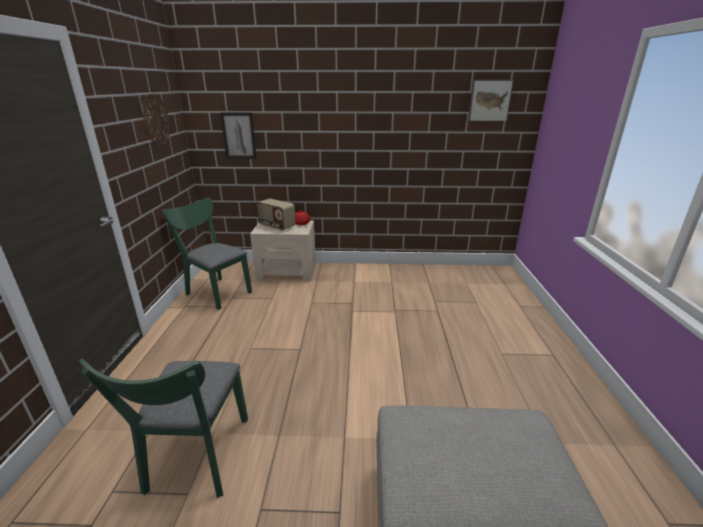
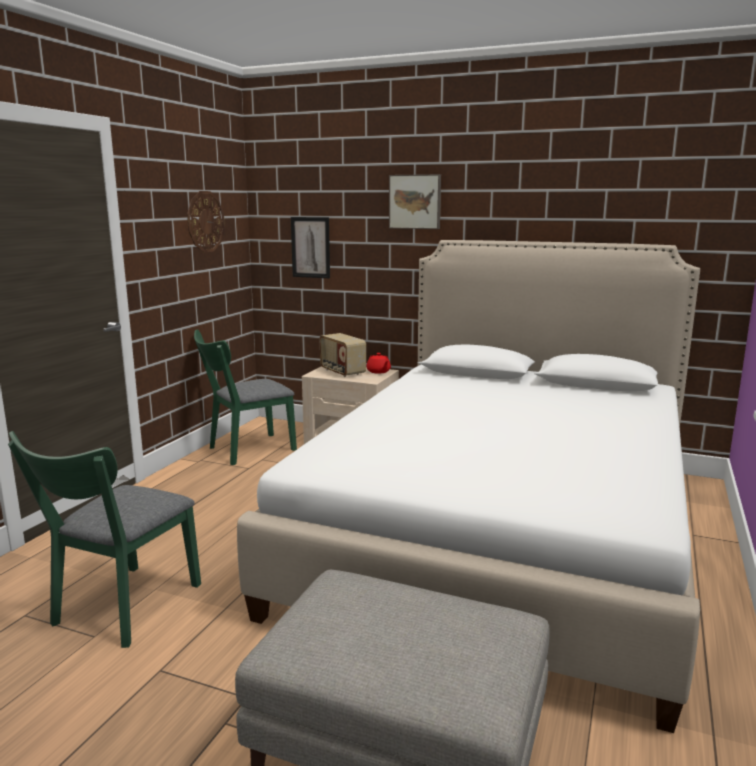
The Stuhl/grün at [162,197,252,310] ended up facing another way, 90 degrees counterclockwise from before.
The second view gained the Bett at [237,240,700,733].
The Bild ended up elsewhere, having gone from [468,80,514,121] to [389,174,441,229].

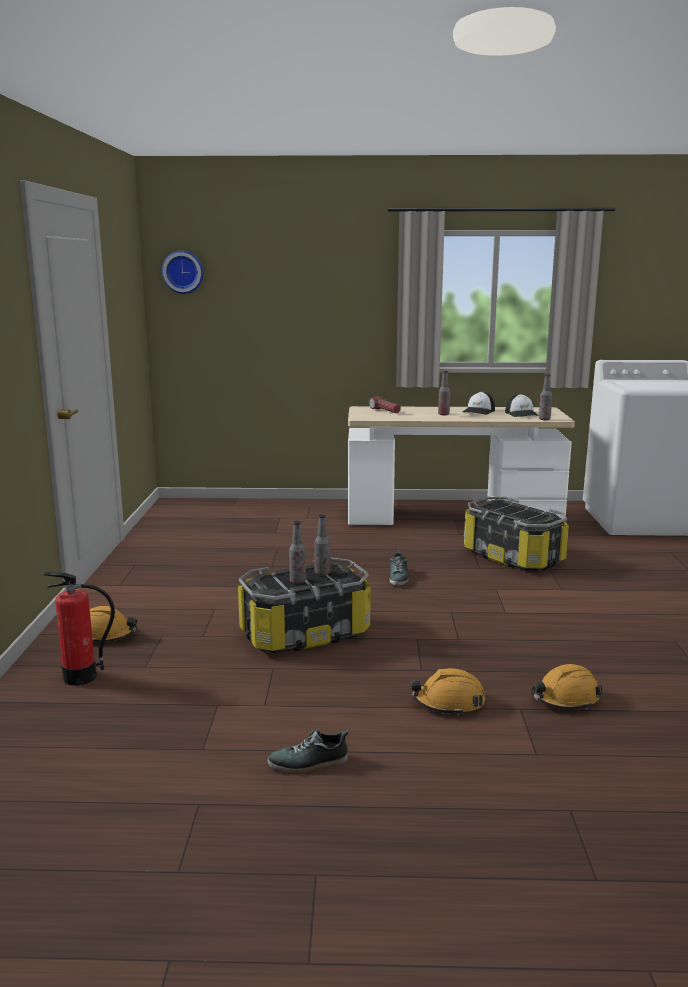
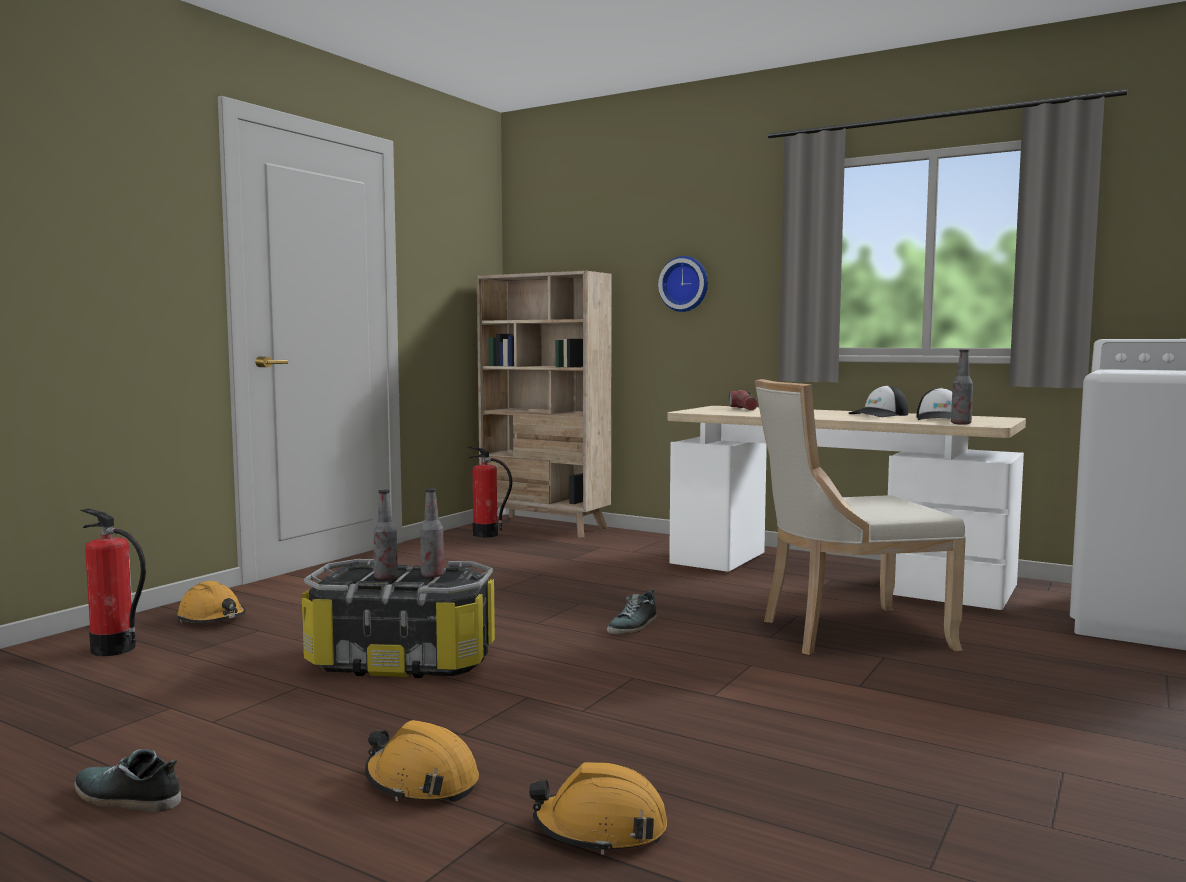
The second view gained the Feuerlöscher at [468,446,512,538].
The second view gained the Bücherregal/beige at [477,271,612,538].
The Wanduhr ended up elsewhere, having gone from [162,250,204,294] to [658,256,708,312].
Where the Aufbewahrungsbox stood at [464,496,569,571], the Stuhl/beige came to stand at [755,379,966,655].
The second view lost the Flasche at [438,371,450,415].

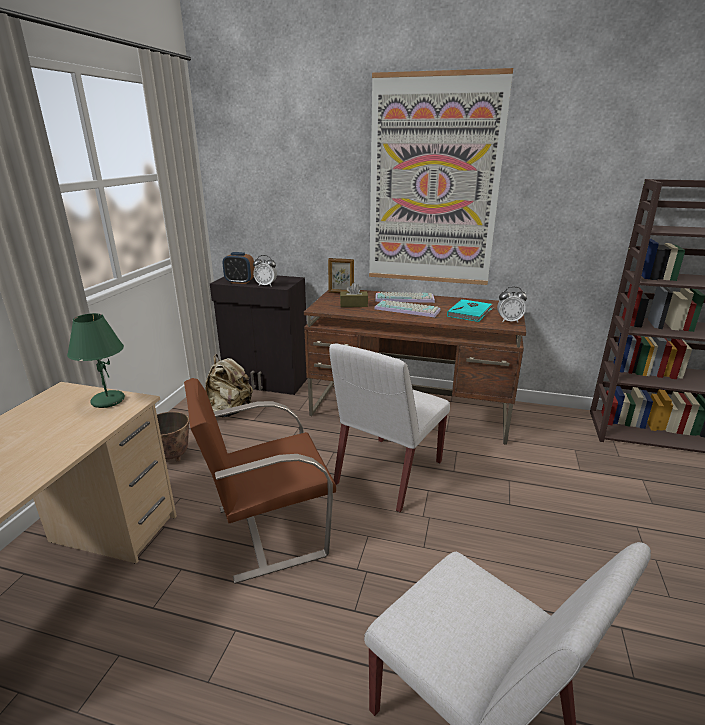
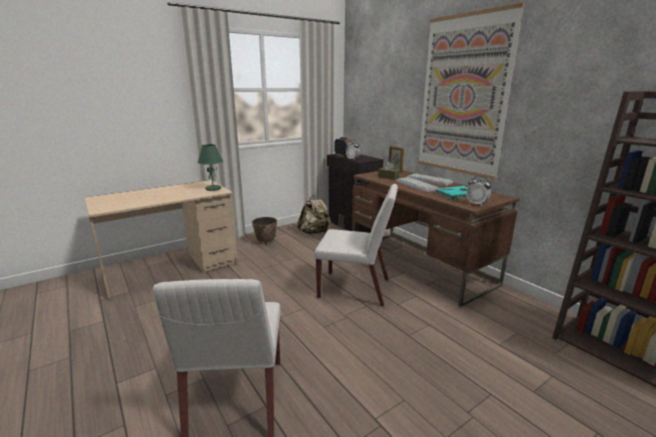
The Stuhl/weiß at [329,343,450,512] ended up facing another way, 150 degrees counterclockwise from before.
The second view lost the Stuhl/braun at [184,378,336,584].

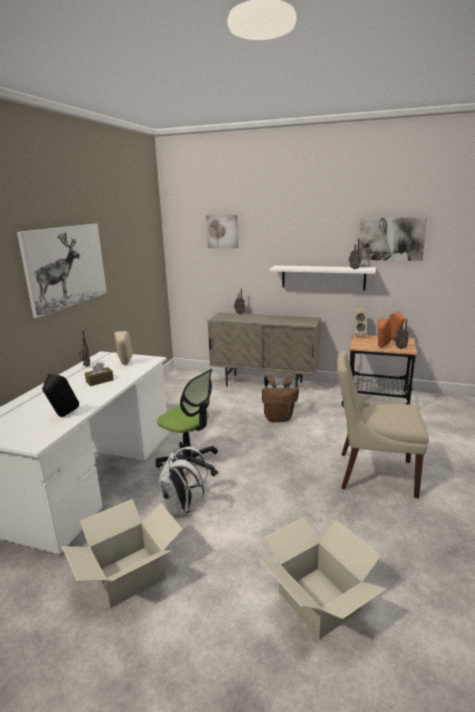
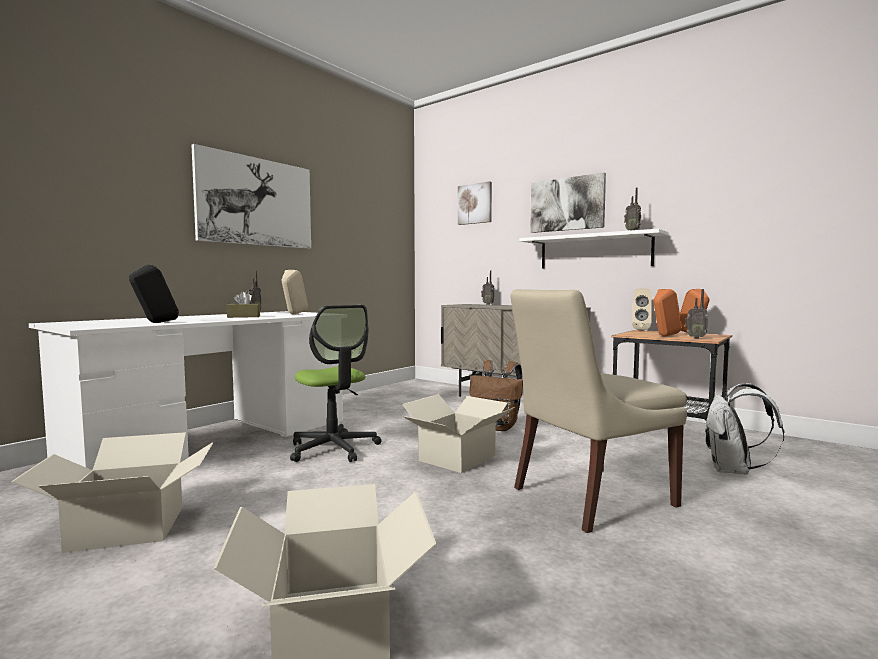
The second view gained the Karton at [402,394,515,473].
The Stuhl/beige at [336,351,429,498] ended up facing another way, 60 degrees counterclockwise from before.
The Bild ended up elsewhere, having gone from [359,217,428,261] to [530,172,606,233].
The Rucksack/weiß ended up elsewhere, having gone from [159,447,208,516] to [705,383,784,475].

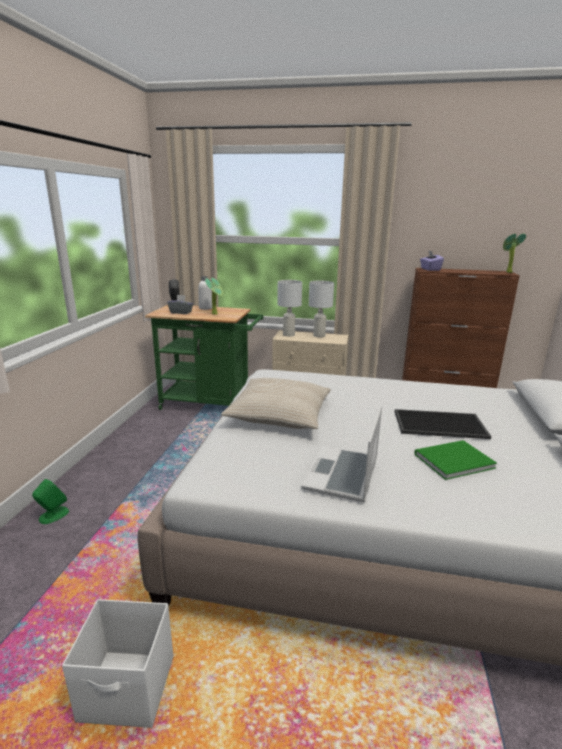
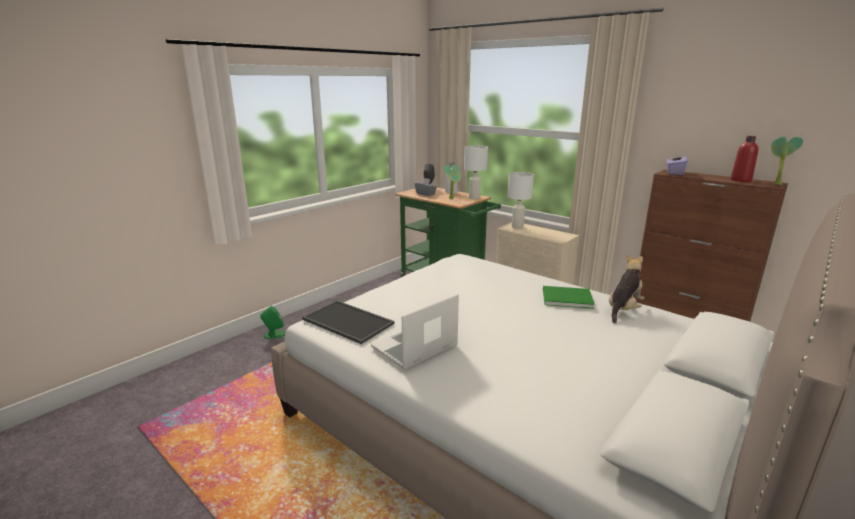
The Tablett ended up elsewhere, having gone from [395,409,492,439] to [302,300,395,344].
The Tischlampe/weiß ended up elsewhere, having gone from [309,280,334,337] to [464,145,488,199].
The Buch/grün ended up elsewhere, having gone from [415,440,497,480] to [543,286,595,309].
The second view gained the Plüschtier at [609,255,644,324].
The second view gained the Flasche/rot at [731,136,758,182].
The second view lost the Aufbewahrungsbox/weiß at [62,599,173,728].
The second view lost the Kissen/beige at [221,378,331,429].

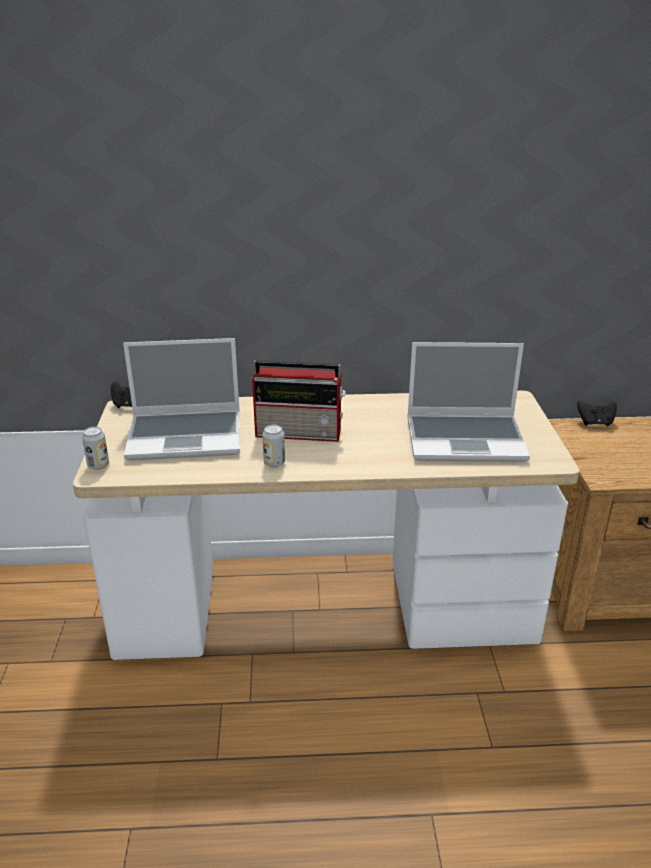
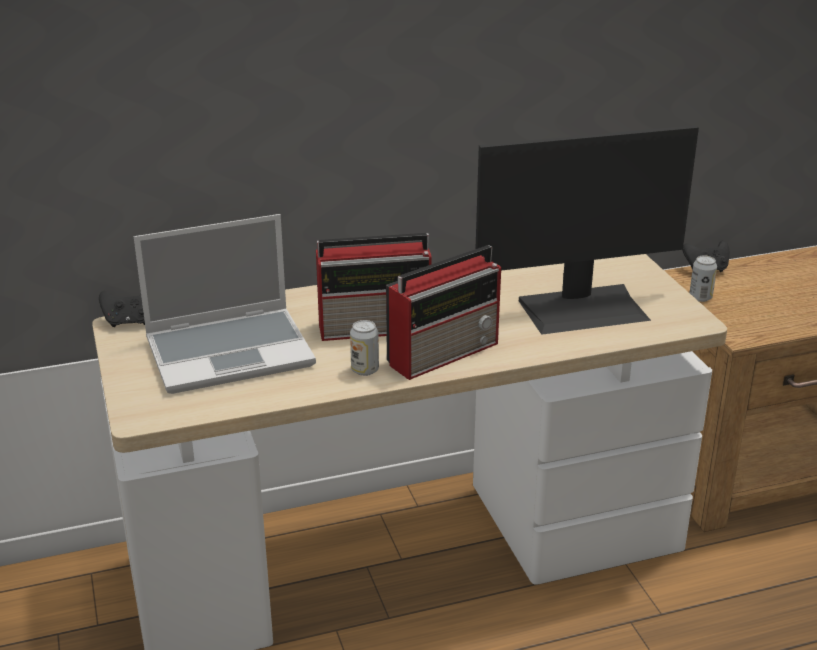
The second view gained the Radio at [386,245,501,380].
Where the Laptop stood at [407,342,530,462], the Monitor came to stand at [476,125,699,335].
The Dose ended up elsewhere, having gone from [82,427,109,470] to [690,256,717,302].

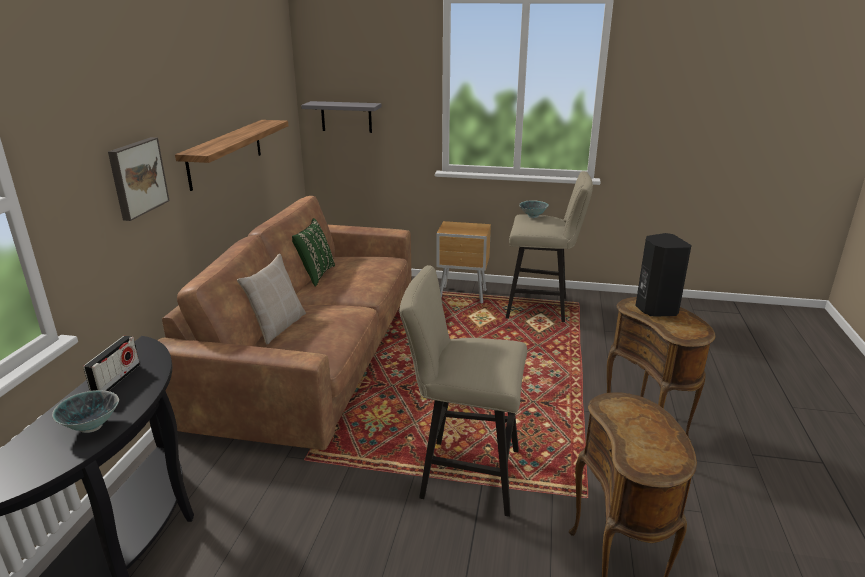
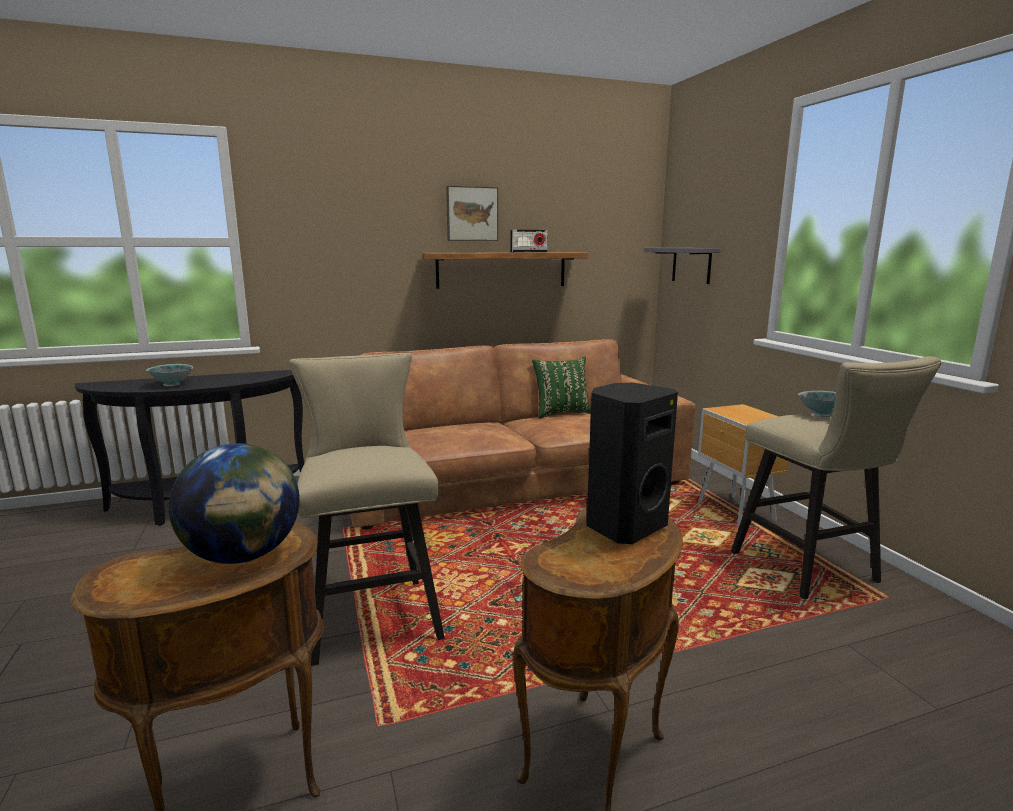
The second view gained the Globus at [169,443,300,564].
The Bild ended up elsewhere, having gone from [108,137,170,221] to [446,186,498,241].
The Radio ended up elsewhere, having gone from [83,336,140,391] to [510,230,548,252].
The second view lost the Kissen/beige at [237,254,306,344].

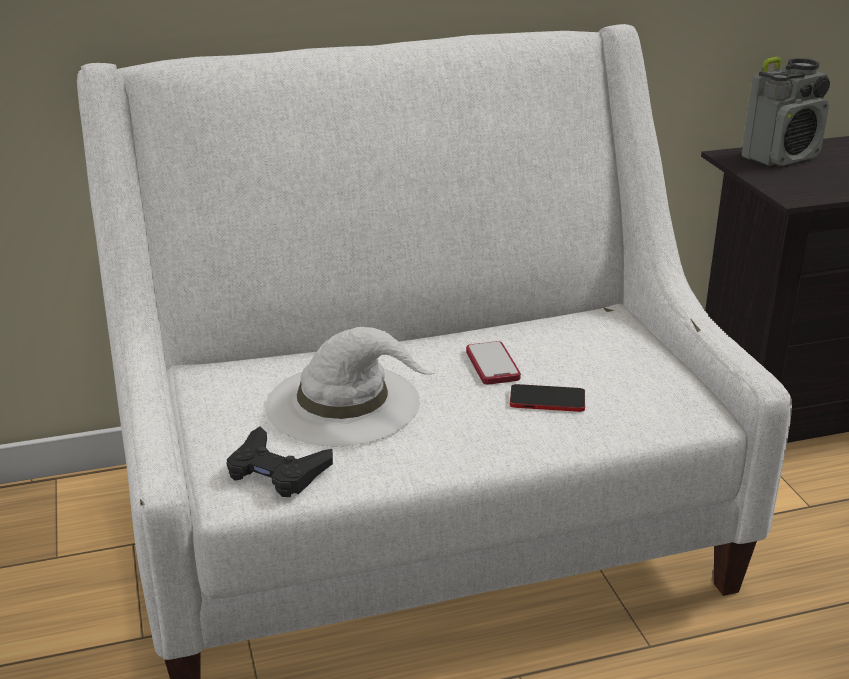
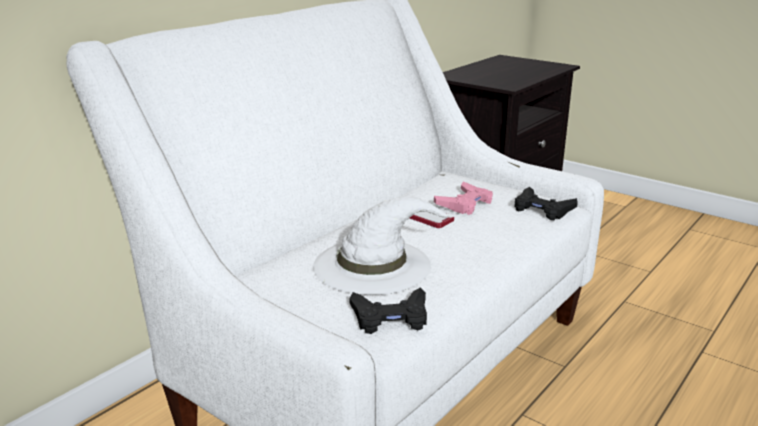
The second view gained the Gamepad/rosa at [434,182,493,215].
The second view gained the Gamepad/schwarz at [514,187,578,220].
The second view lost the Handy at [510,384,585,412].
The second view lost the Radio at [741,57,830,166].

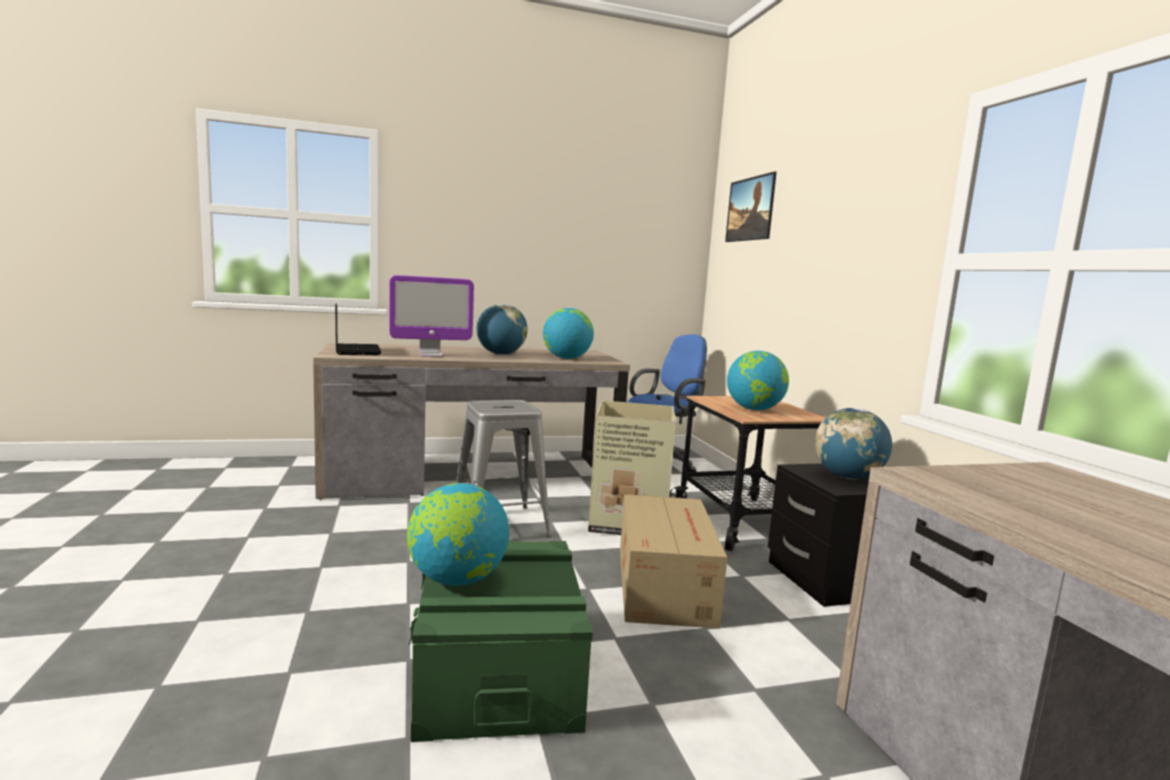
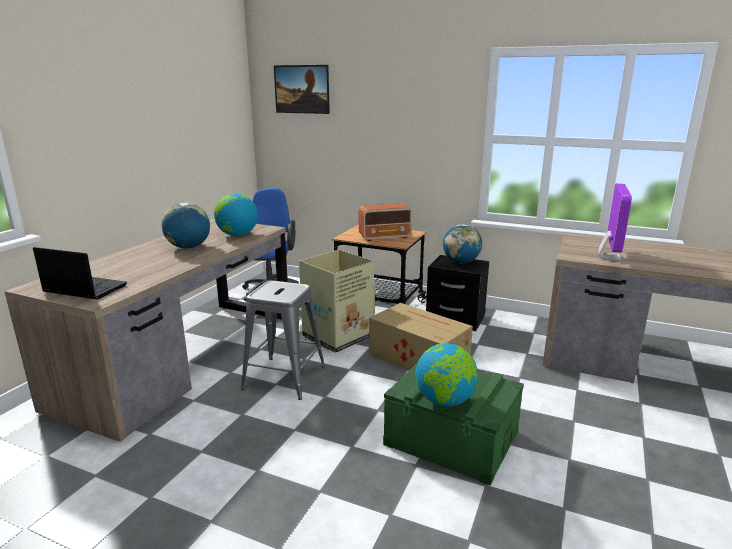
Where the Globus stood at [727,351,789,410], the Radio came to stand at [359,204,412,241].
The Monitor ended up elsewhere, having gone from [389,275,474,357] to [598,183,632,261].

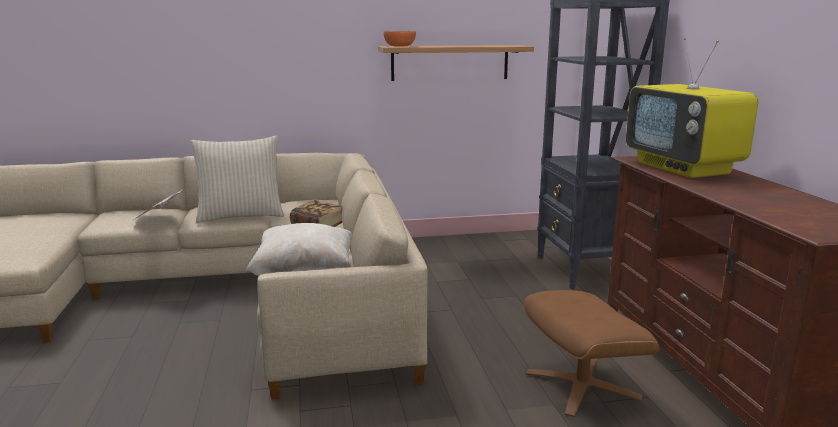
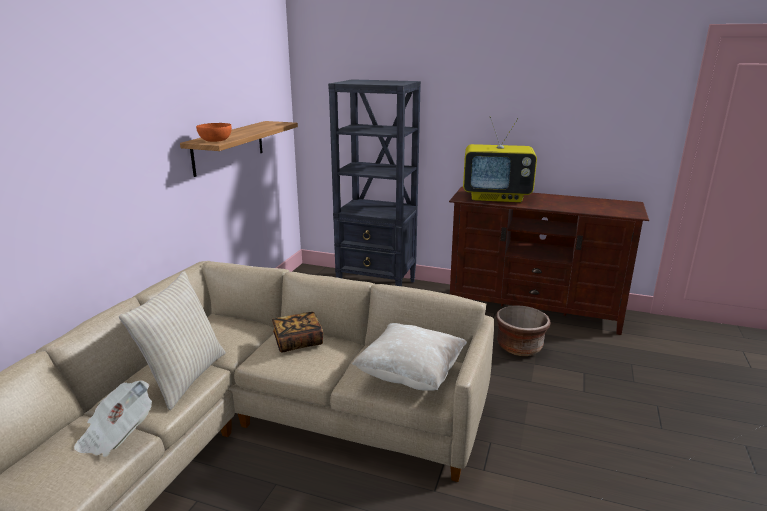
Where the Polsterhocker/braun stood at [524,290,660,417], the Pflanzkübel/braun came to stand at [496,305,551,356].

